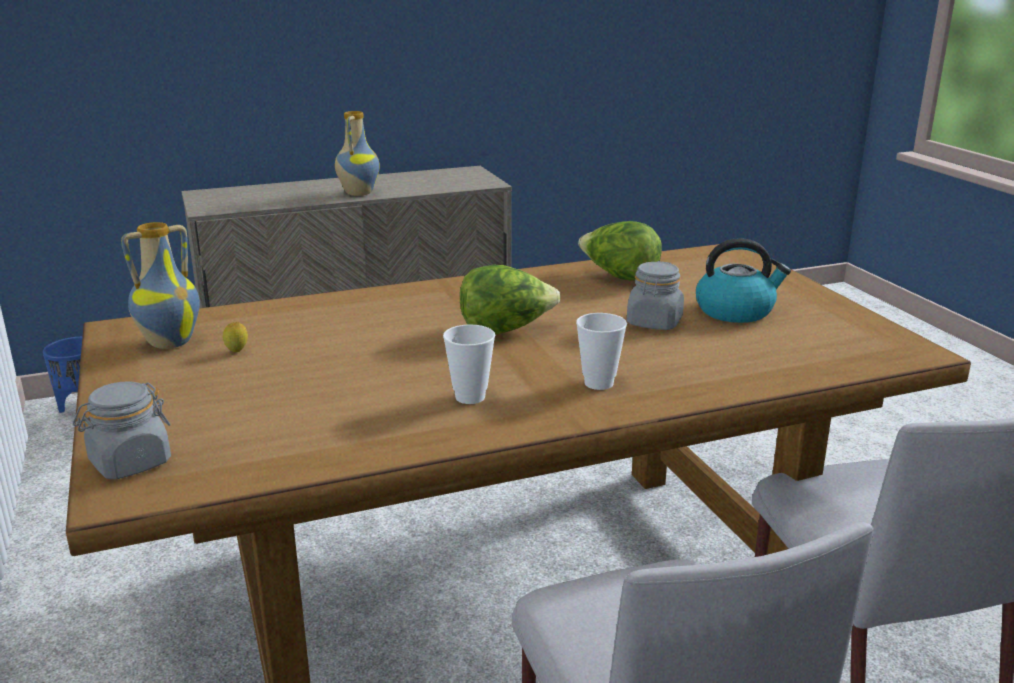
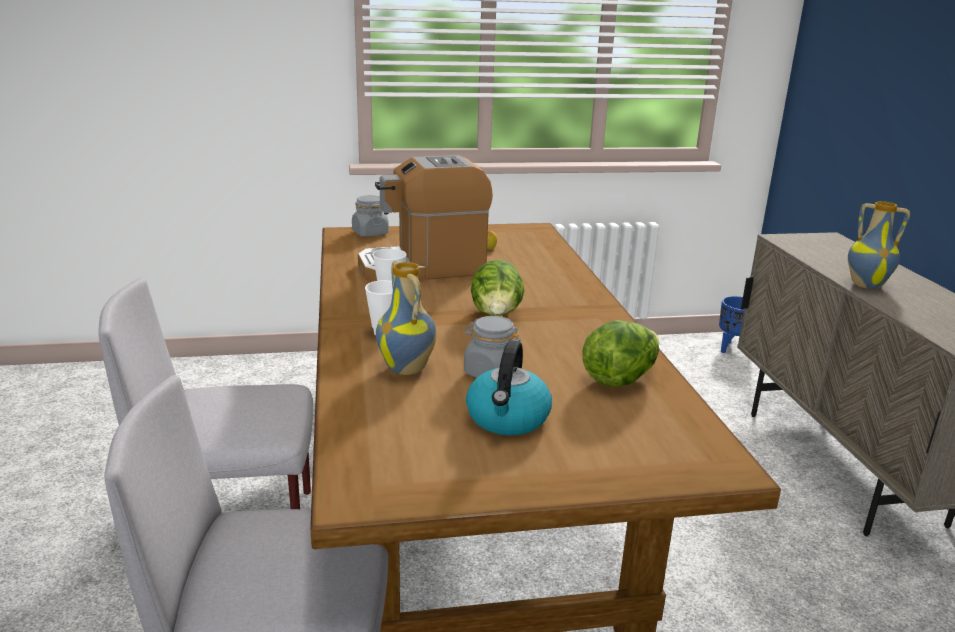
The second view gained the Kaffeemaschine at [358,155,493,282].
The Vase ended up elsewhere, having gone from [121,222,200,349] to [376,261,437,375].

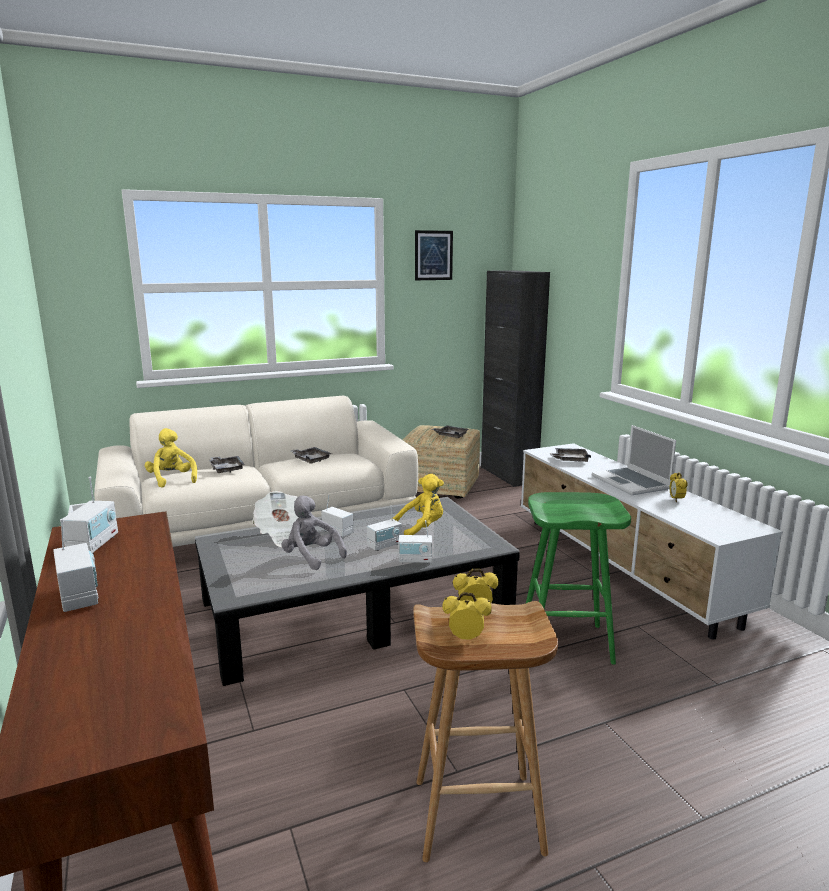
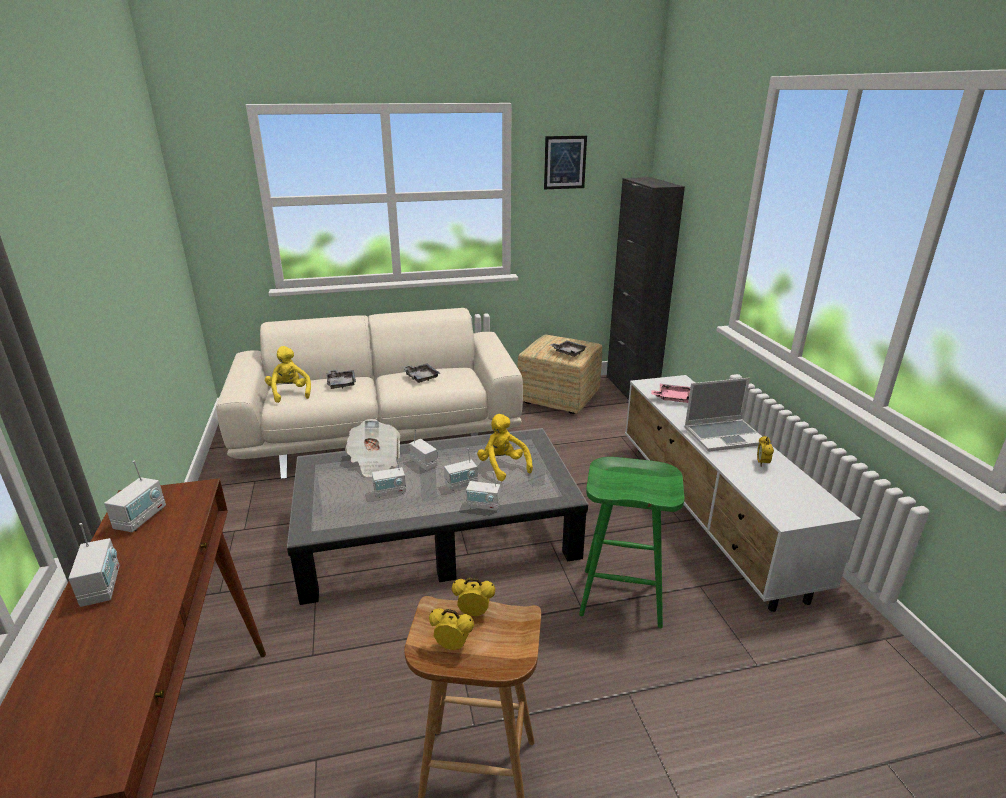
Where the Plüschtier/grau stood at [281,496,347,570], the Radio came to stand at [372,456,406,498].
The Plüschtier/gelb at [393,474,444,535] ended up facing another way, 105 degrees counterclockwise from before.
What was the Tablett/grau at [550,448,591,462] turned into the Tablett/rosa at [651,384,690,403].
The Laptop at [592,425,676,495] ended up facing another way, 90 degrees counterclockwise from before.

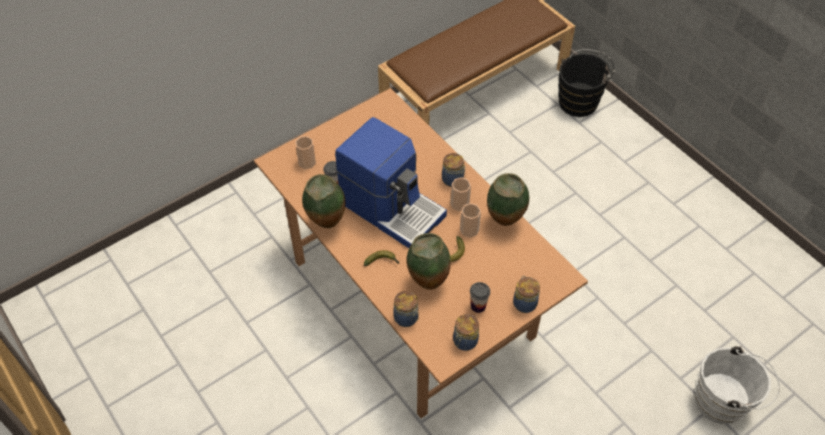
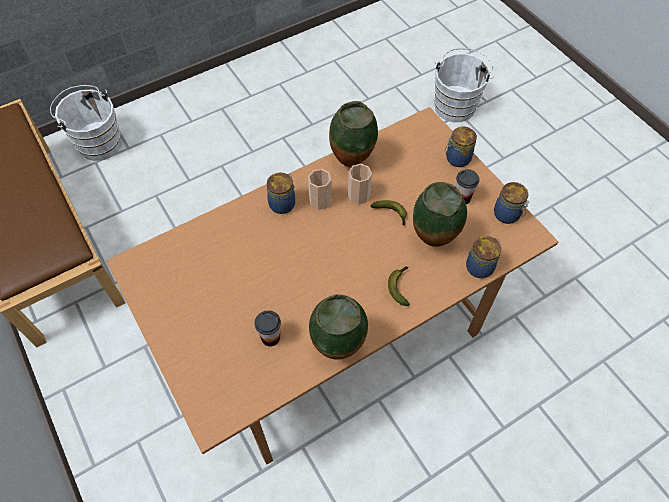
What was the Eimer/schwarz at [559,49,615,117] turned into the Eimer/weiß at [50,85,122,161].
The second view lost the Tasse at [295,136,316,169].
The second view lost the Kaffeemaschine at [335,117,447,248].

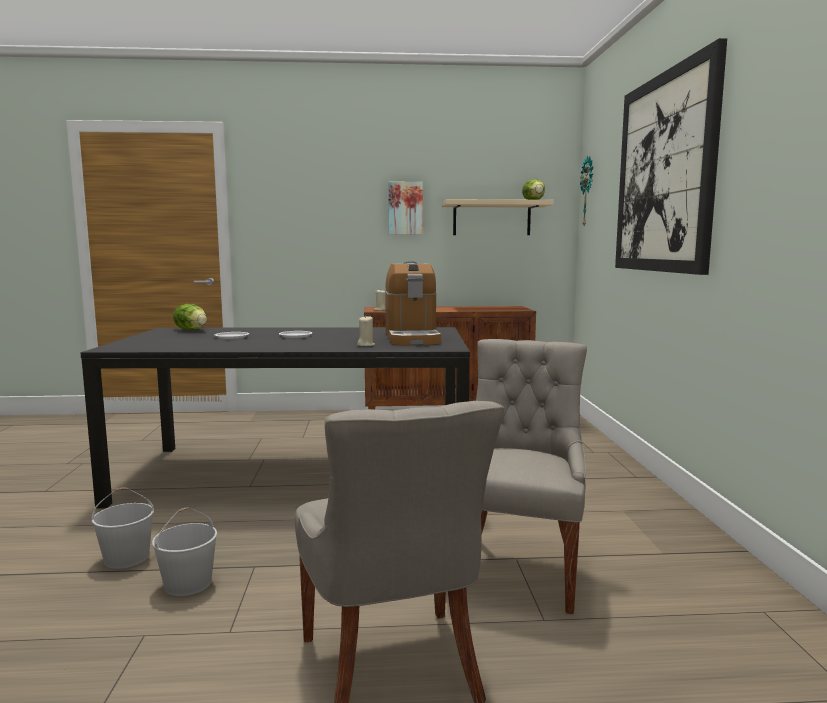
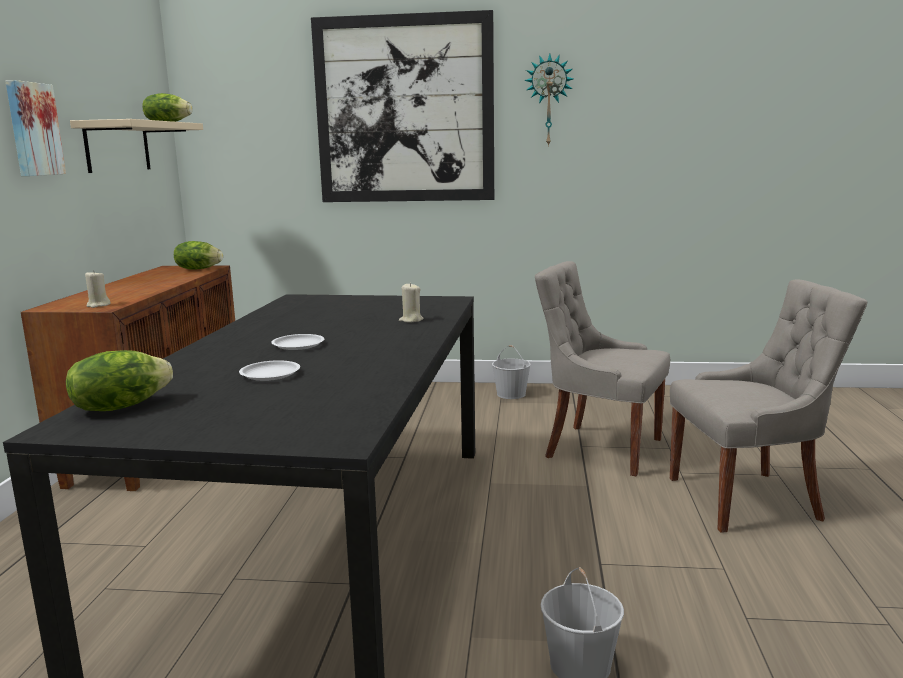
The second view gained the Salatkopf at [174,241,223,270].
The Eimer/weiß ended up elsewhere, having gone from [152,507,217,596] to [492,345,531,399].
The Wanduhr ended up elsewhere, having gone from [580,156,593,226] to [524,54,574,147].
The second view lost the Kaffeemaschine at [385,261,441,345].

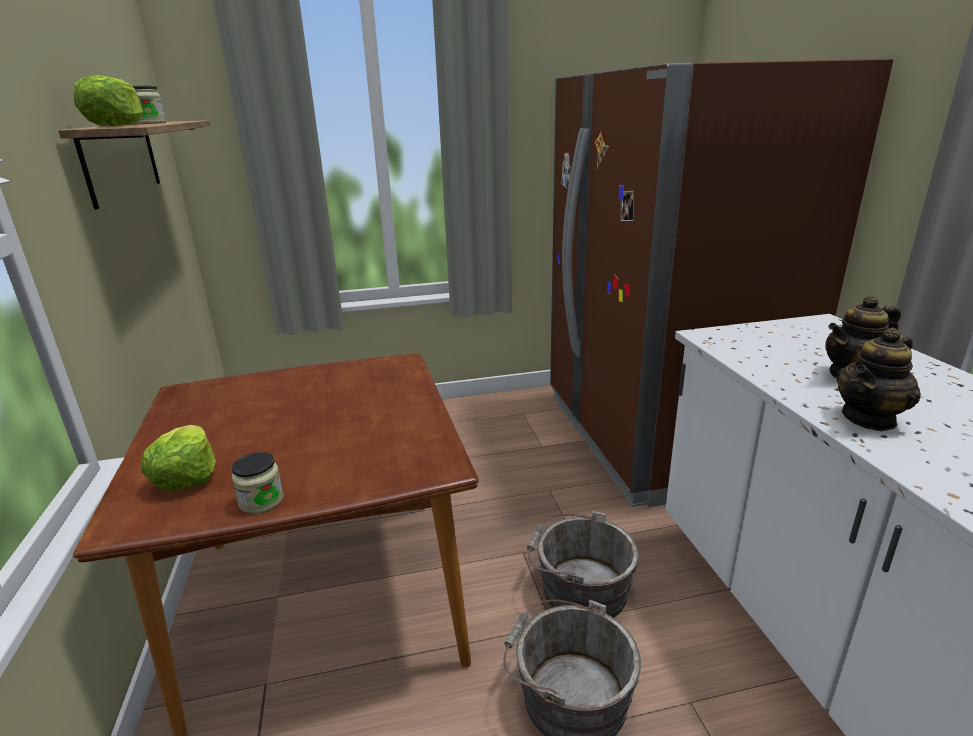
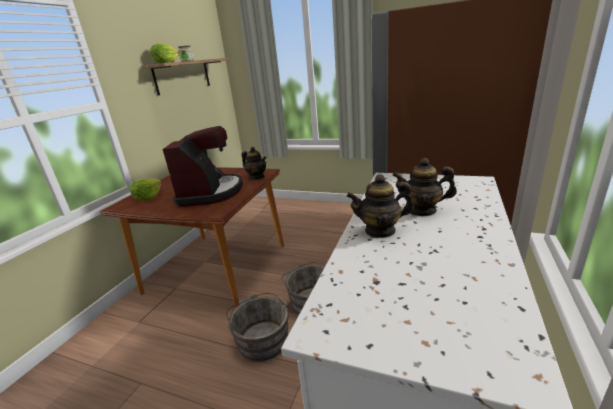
The second view gained the Kaffeemaschine at [163,126,243,207].
The second view gained the Teekanne at [241,147,266,179].
The second view lost the Vorratsglas at [232,452,284,514].

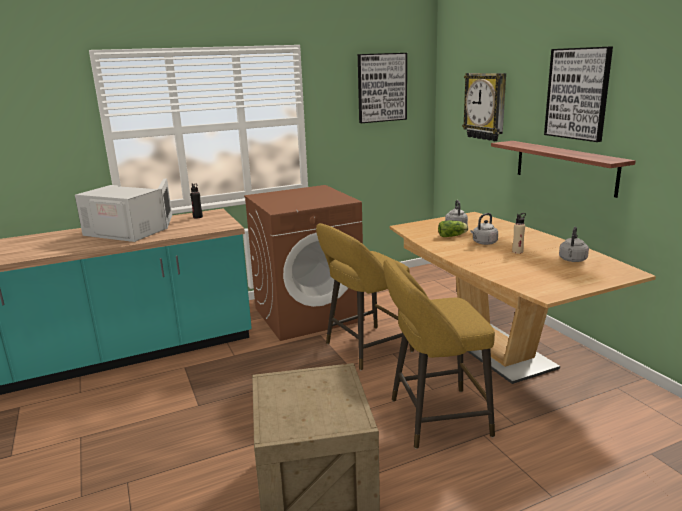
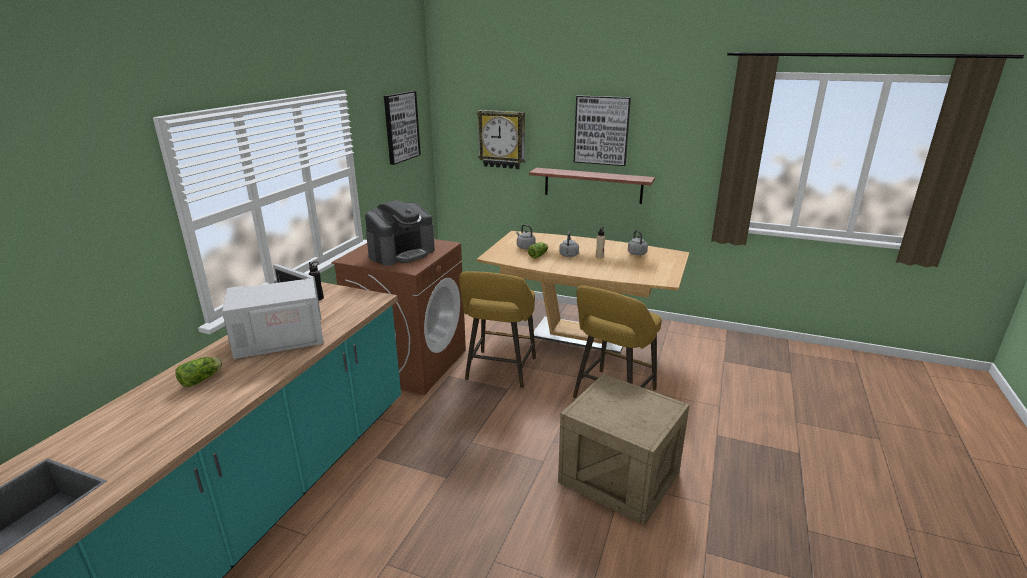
The second view gained the Salatkopf at [175,357,223,387].
The second view gained the Kaffeemaschine at [365,200,435,266].

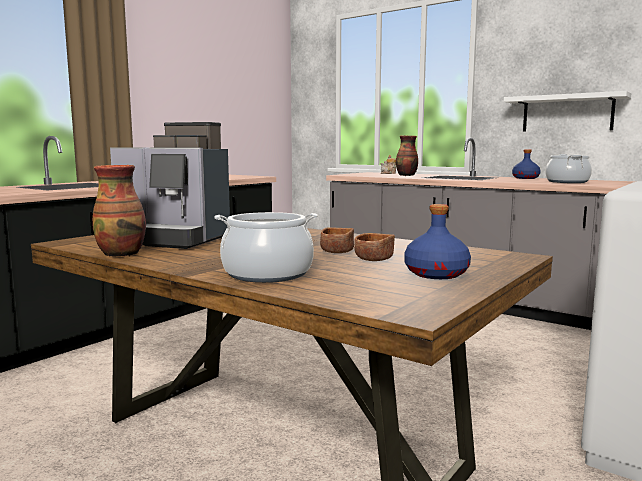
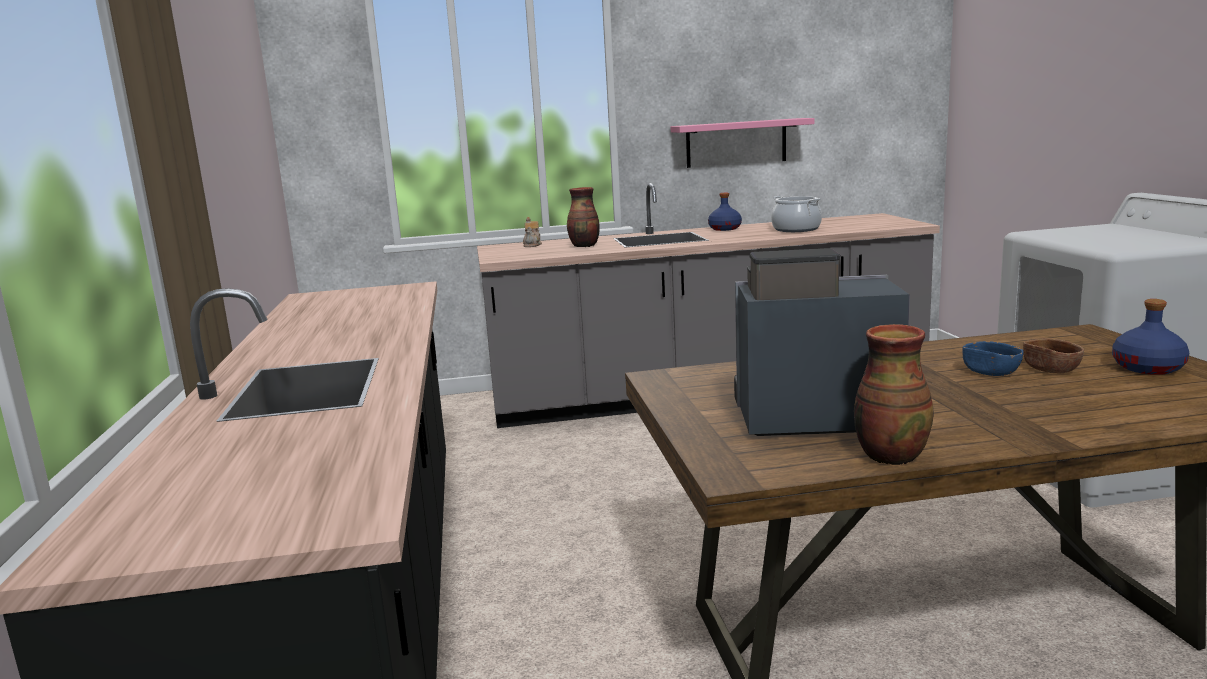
What was the Wandregal/weiß at [504,91,631,132] turned into the Wandregal/rosa at [671,118,815,168].
The Kaffeemaschine at [110,122,230,249] ended up facing another way, 150 degrees counterclockwise from before.
What was the Schüssel/braun at [320,227,354,253] turned into the Schüssel/blau at [962,341,1024,376].
The second view lost the Kochtopf at [214,212,318,283].

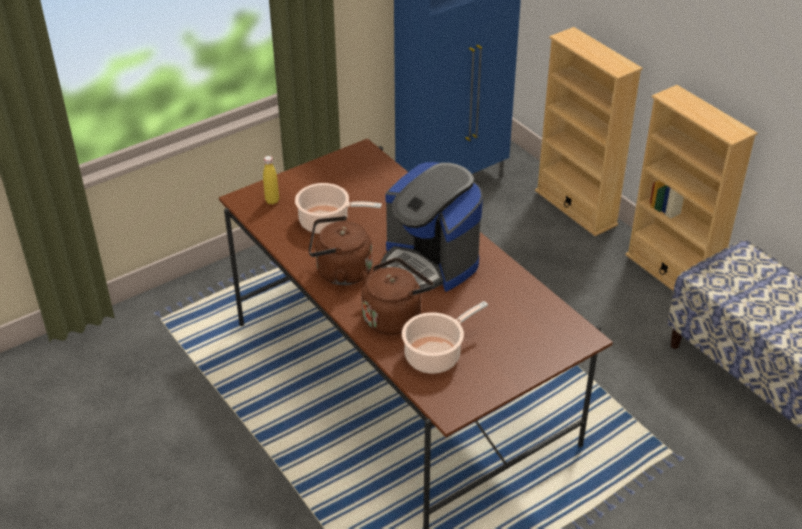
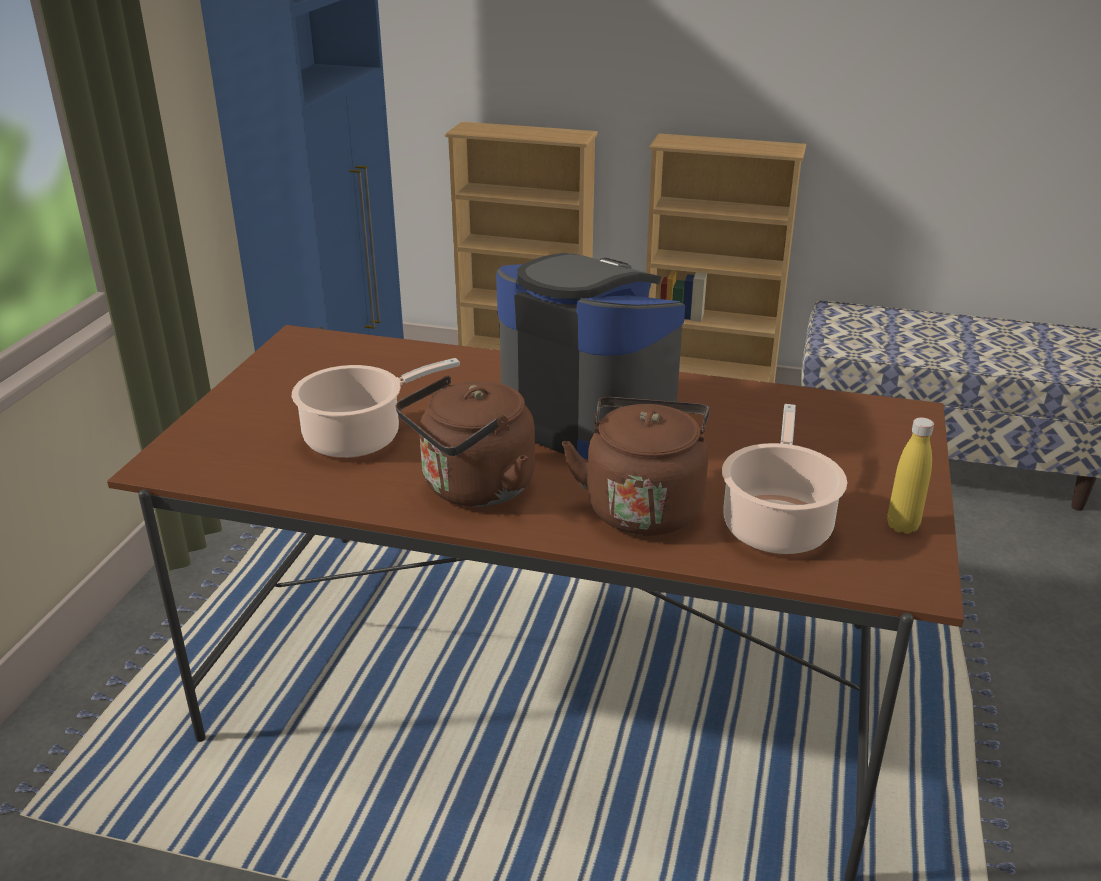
The Kaffeemaschine at [381,162,483,292] ended up facing another way, 150 degrees counterclockwise from before.
The Flasche/gelb ended up elsewhere, having gone from [263,156,279,205] to [887,417,934,534].

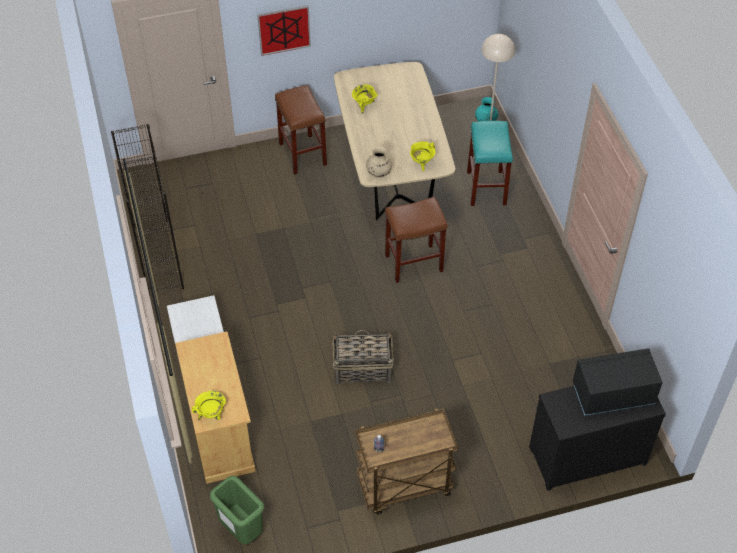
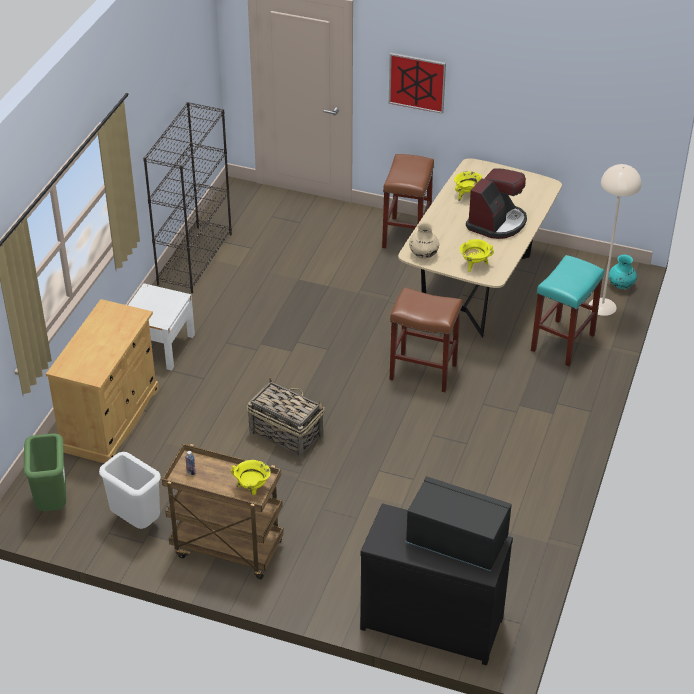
The second view gained the Mülleimer/weiß at [99,452,161,529].
The Kochtopf/gelb ended up elsewhere, having gone from [192,391,226,420] to [231,460,270,495].
The second view gained the Kaffeemaschine at [466,168,527,239].

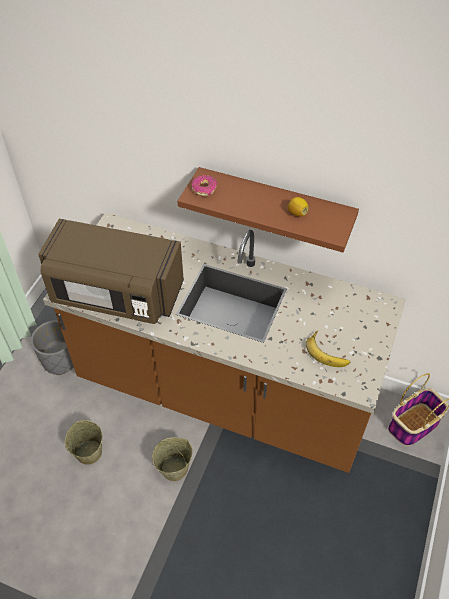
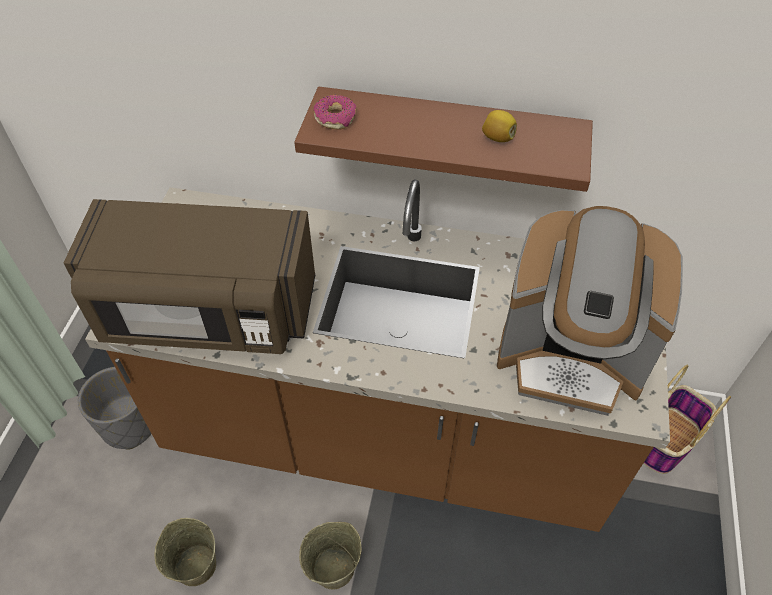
Where the Banane stood at [306,331,350,367], the Kaffeemaschine came to stand at [497,206,683,416].

